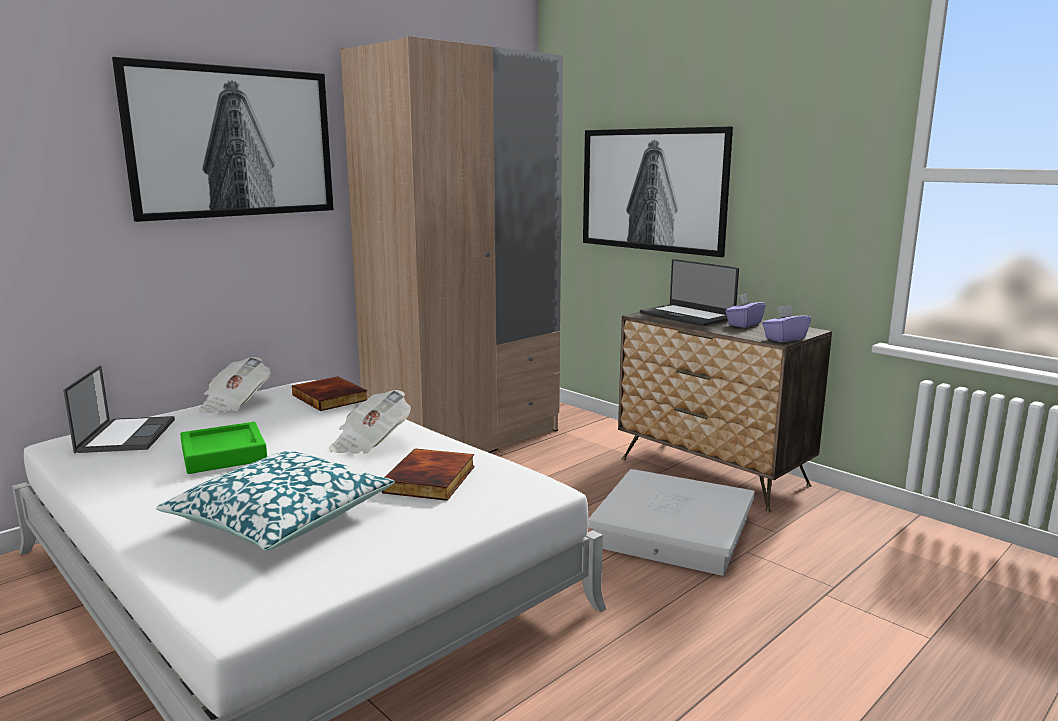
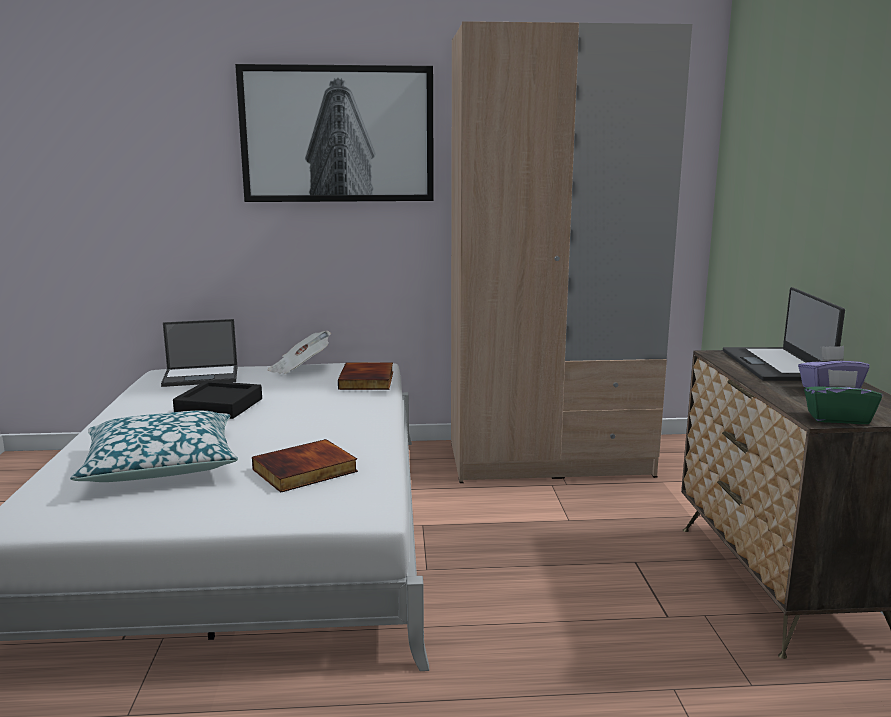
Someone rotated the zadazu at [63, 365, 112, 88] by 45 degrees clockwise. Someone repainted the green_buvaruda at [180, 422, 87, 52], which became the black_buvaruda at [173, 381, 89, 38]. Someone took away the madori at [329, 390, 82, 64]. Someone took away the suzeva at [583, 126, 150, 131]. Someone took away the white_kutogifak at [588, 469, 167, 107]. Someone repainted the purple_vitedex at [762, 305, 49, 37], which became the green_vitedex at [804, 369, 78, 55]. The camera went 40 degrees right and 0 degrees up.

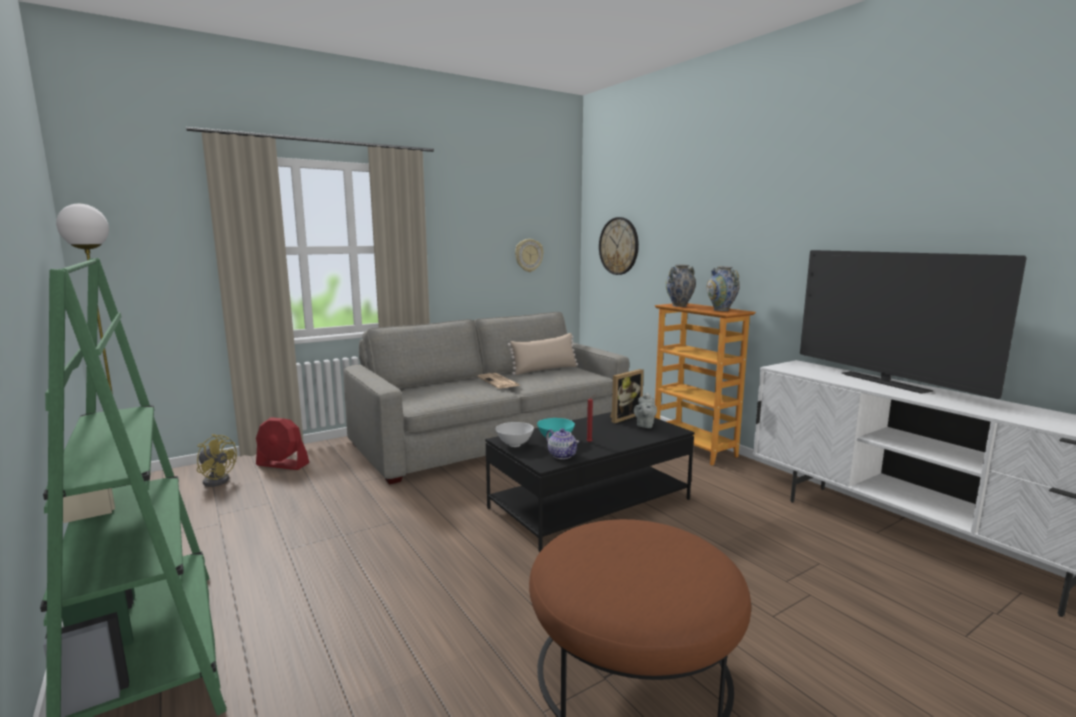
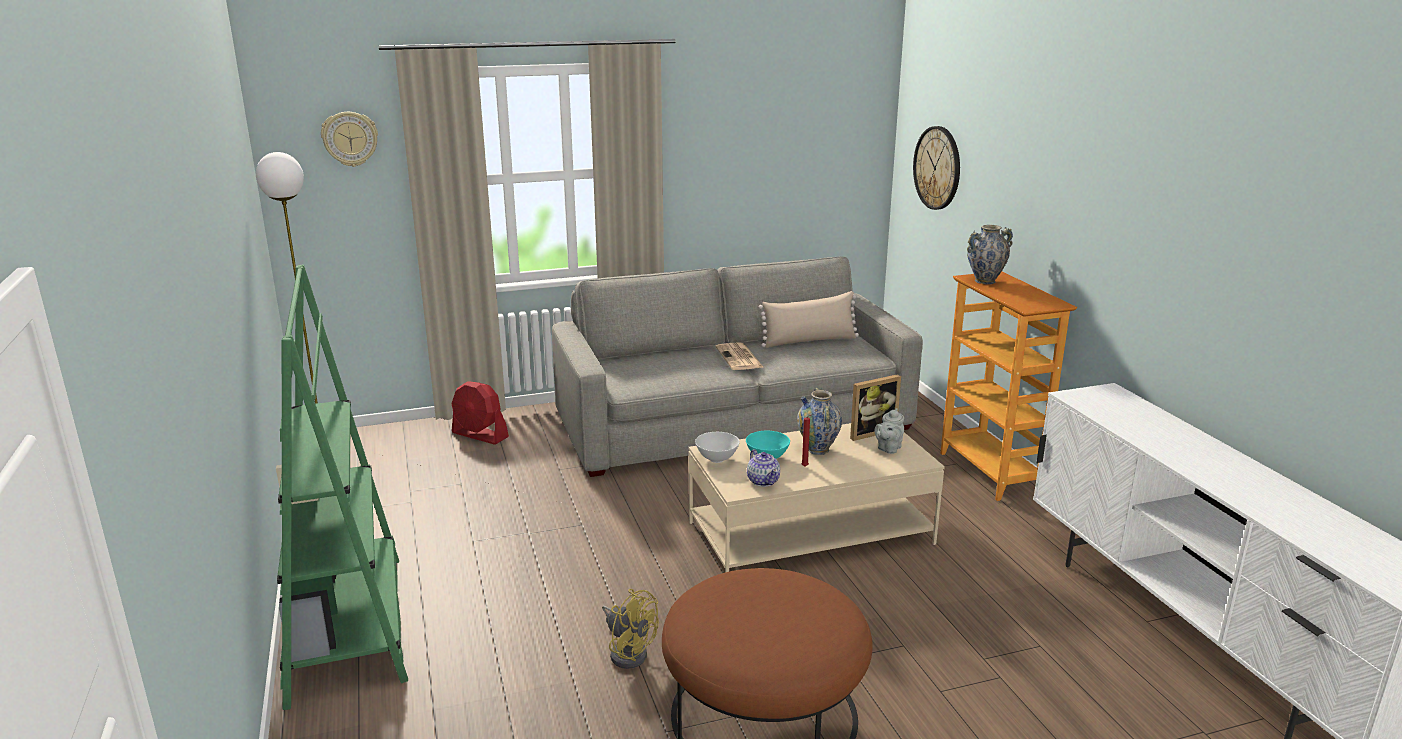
Someone carried the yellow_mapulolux from [197, 434, 40, 53] to [602, 589, 57, 80]. Someone repainted the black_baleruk at [486, 412, 208, 140], which became the beige_baleruk at [689, 423, 256, 149]. Someone carried the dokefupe from [515, 239, 28, 33] to [321, 112, 57, 55]. Someone carried the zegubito from [706, 266, 34, 45] to [797, 388, 45, 67]. Someone took away the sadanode at [800, 250, 227, 149]. The camera went 15 degrees right and 10 degrees up.

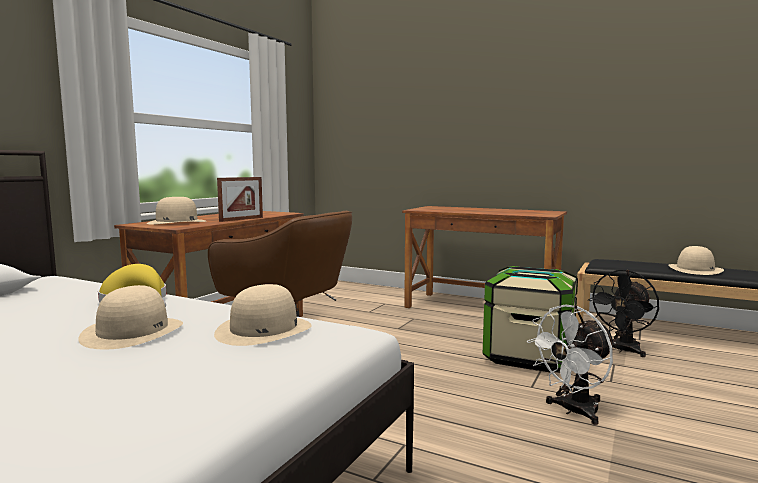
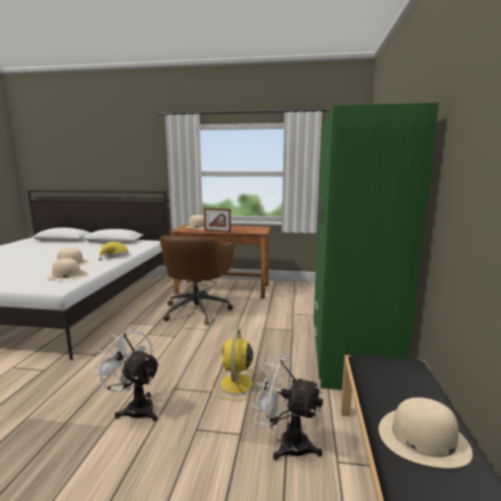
Someone swapped the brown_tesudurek at [402, 206, 165, 102] for the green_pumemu at [314, 103, 125, 287]. Someone swapped the kutogifak at [483, 266, 95, 107] for the yellow_mapulolux at [212, 329, 49, 72]. Someone repainted the black_mapulolux at [588, 270, 71, 87], which became the white_mapulolux at [252, 354, 71, 107]. The camera went 70 degrees right and 5 degrees up.

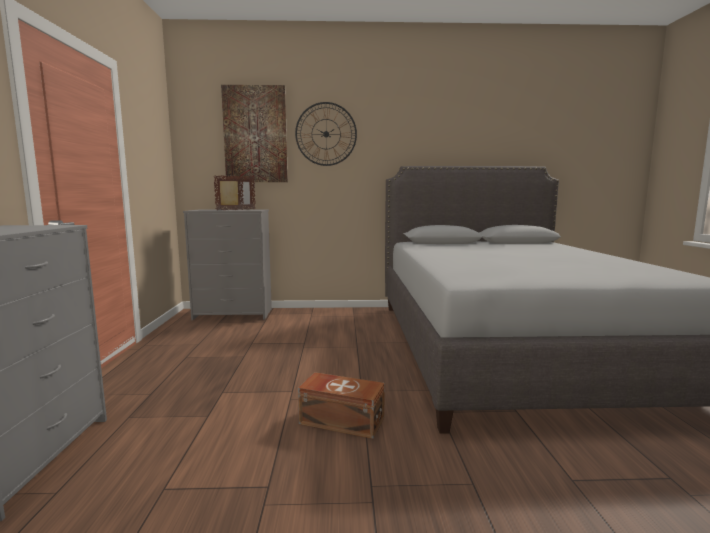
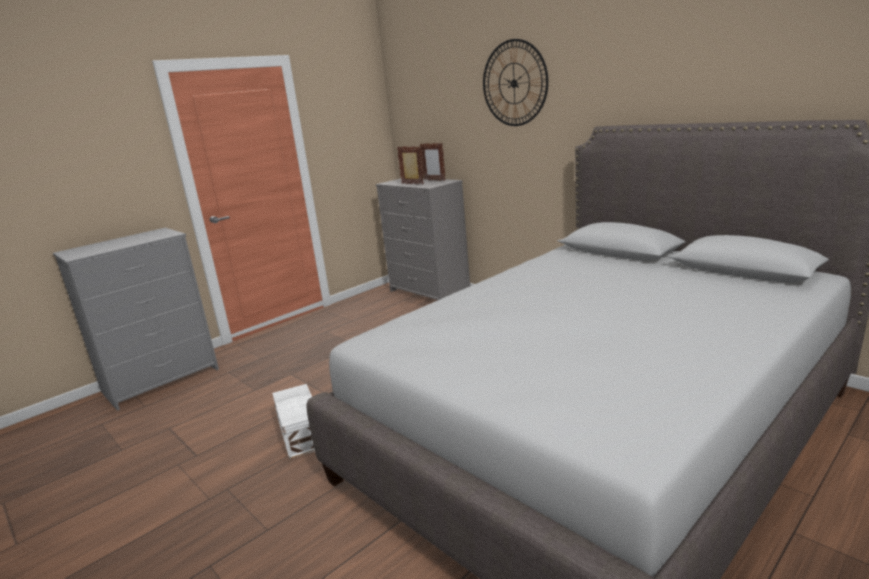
Someone took away the suzeva at [221, 85, 67, 97]. Someone repainted the brown_kutogifak at [298, 372, 87, 67], which became the white_kutogifak at [272, 384, 43, 75]. The camera went 50 degrees right and 10 degrees up.

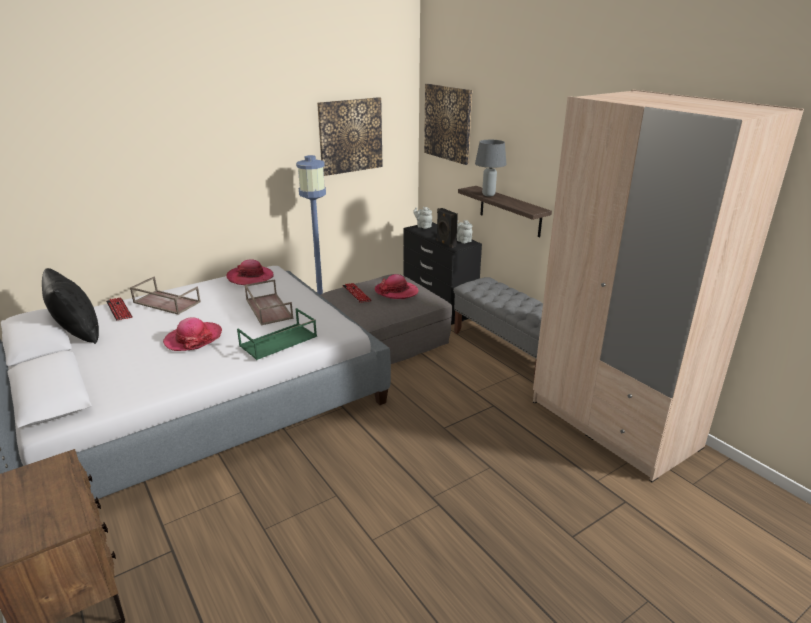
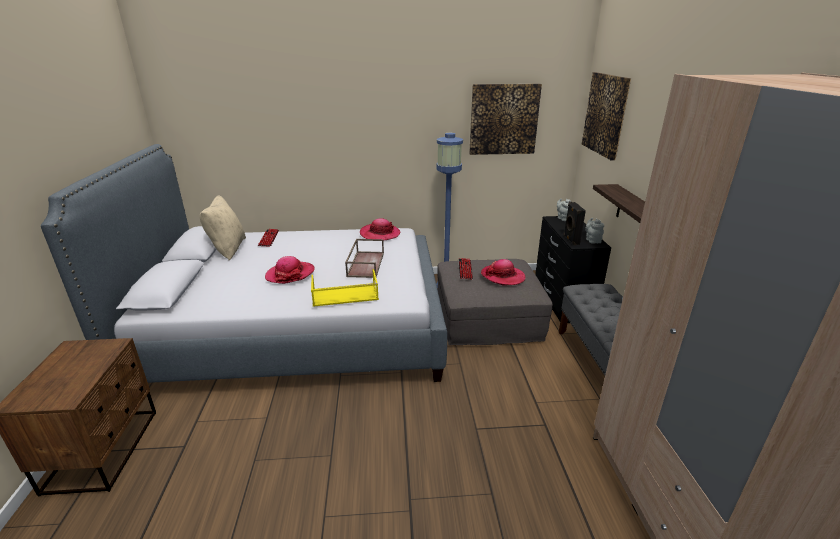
Someone repainted the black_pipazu at [42, 268, 57, 76], which became the beige_pipazu at [200, 196, 46, 64]. Someone took away the brown_buvaruda at [130, 277, 71, 38]. Someone repainted the green_buvaruda at [237, 308, 80, 52], which became the yellow_buvaruda at [311, 269, 68, 38]. Someone took away the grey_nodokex at [475, 140, 32, 57]. The camera went 30 degrees right and 0 degrees up.

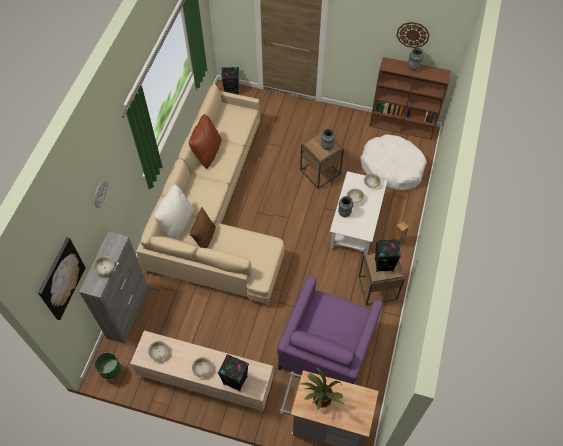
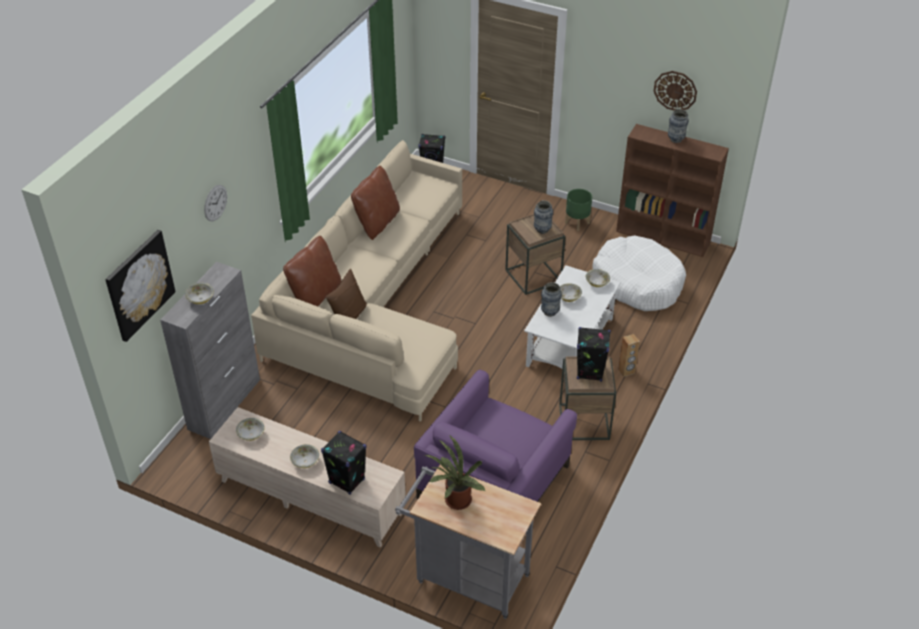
Someone carried the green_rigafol from [95, 352, 28, 31] to [565, 189, 27, 42]. Someone repainted the white_pipazu at [154, 184, 40, 55], which became the brown_pipazu at [283, 236, 58, 70]. The camera went 10 degrees right and 15 degrees down.

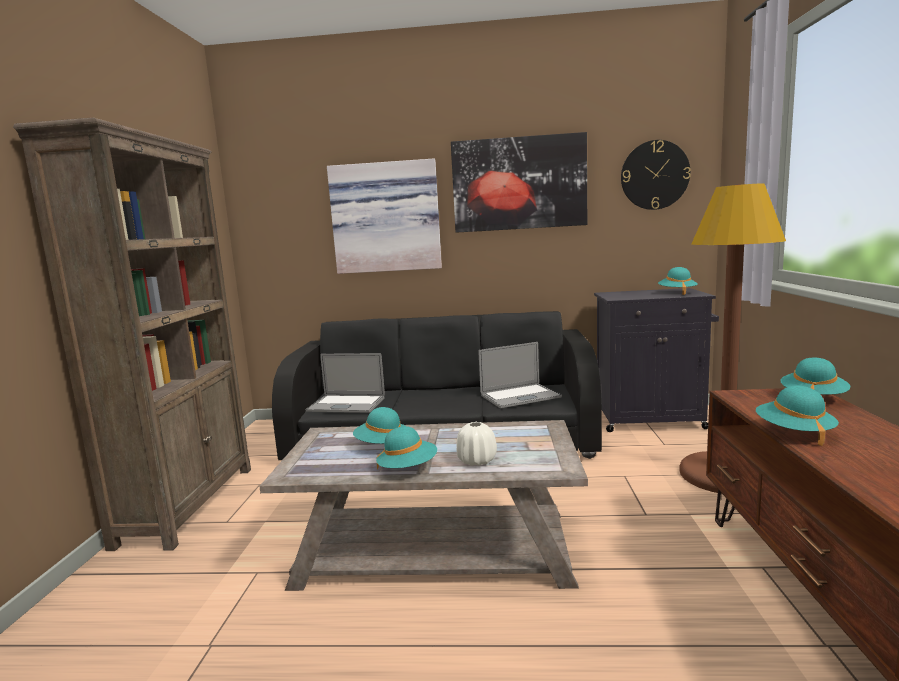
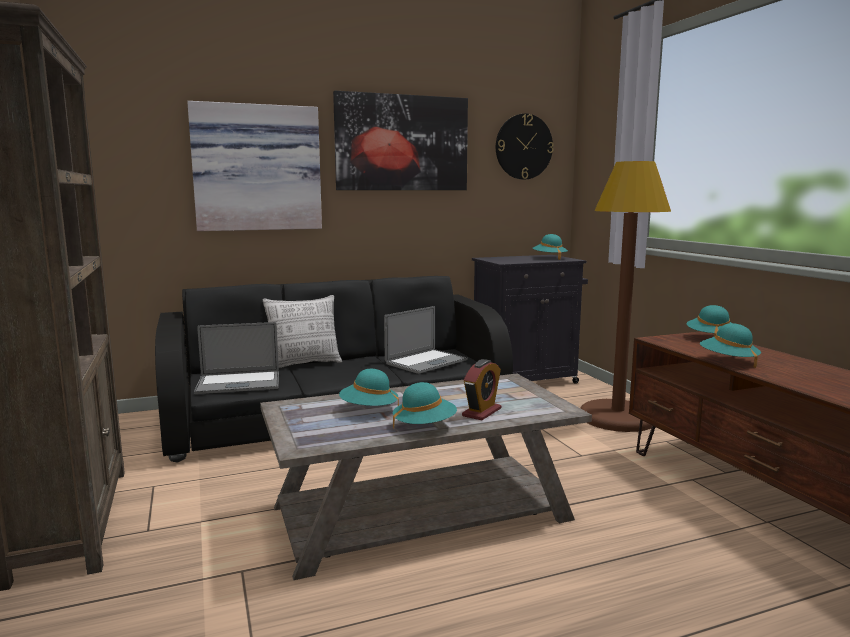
Someone swapped the white_zegubito at [457, 422, 40, 44] for the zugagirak at [462, 359, 39, 62]. Someone put down the pipazu at [263, 295, 79, 73]. The camera went 25 degrees left and 0 degrees up.

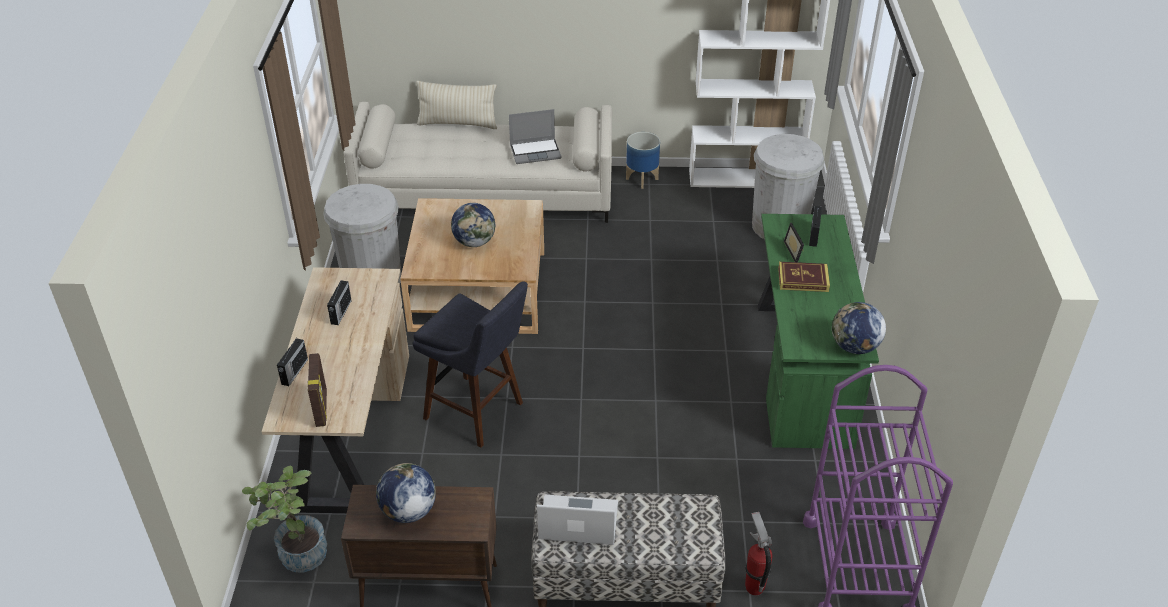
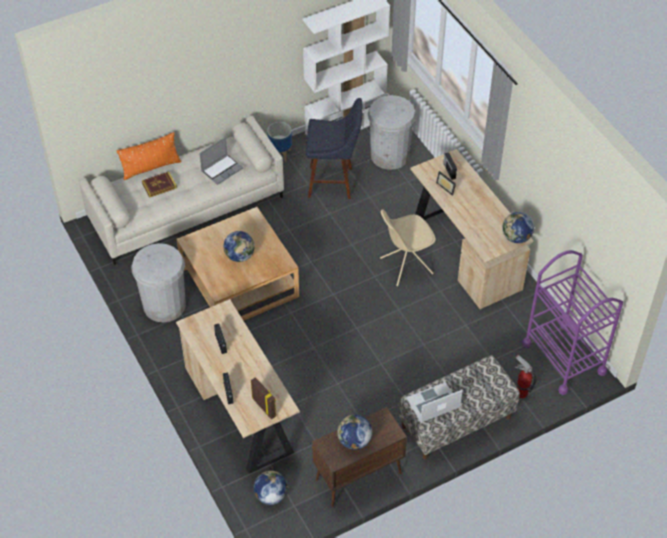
Someone swapped the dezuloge at [242, 466, 85, 106] for the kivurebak at [254, 470, 33, 35]. Someone carried the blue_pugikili from [413, 281, 115, 167] to [306, 98, 57, 101]. Someone repainted the beige_pipazu at [416, 81, 82, 48], which became the orange_pipazu at [117, 132, 64, 48]. Someone repainted the green_tesudurek at [758, 214, 121, 235], which became the beige_tesudurek at [410, 149, 123, 160]. Someone carried the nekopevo from [778, 262, 52, 30] to [142, 172, 35, 26]. Someone put down the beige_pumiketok at [380, 209, 56, 77]. The camera went 30 degrees left and 10 degrees up.

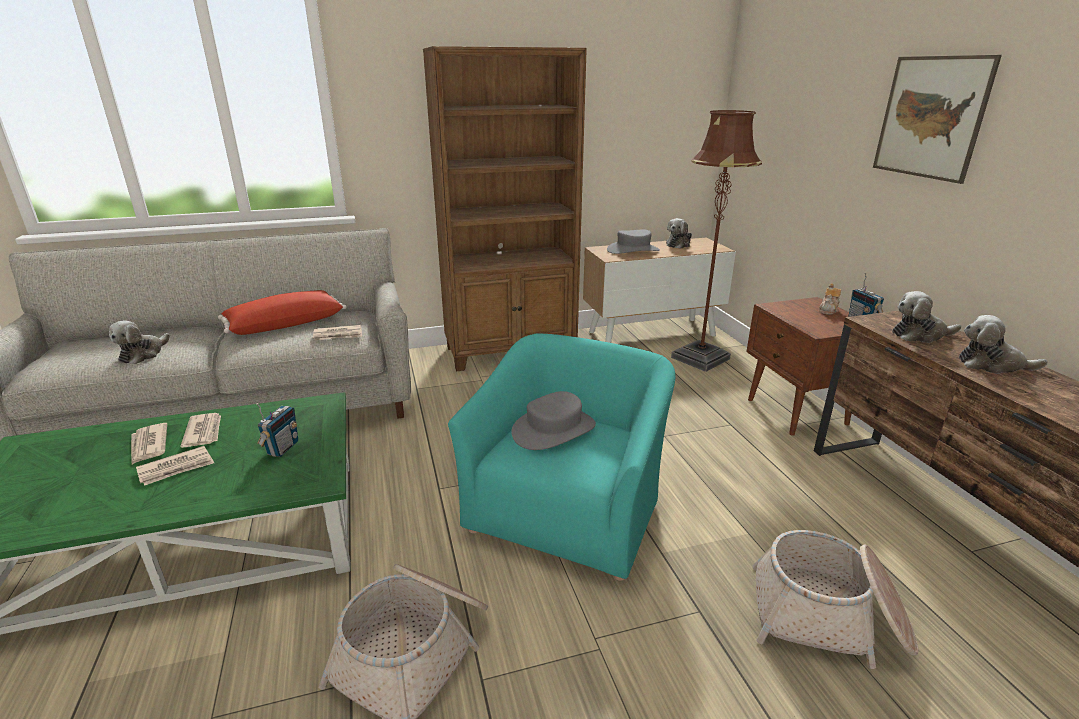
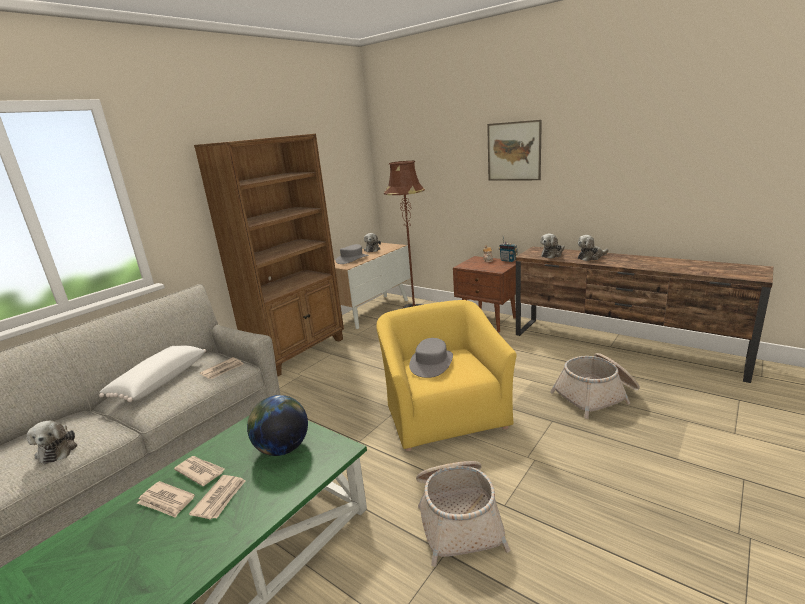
Someone repainted the red_pipazu at [218, 290, 129, 45], which became the white_pipazu at [99, 346, 107, 56]. Someone swapped the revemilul at [256, 403, 42, 54] for the kivurebak at [247, 395, 61, 61]. Someone repainted the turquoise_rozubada at [448, 333, 227, 248], which became the yellow_rozubada at [376, 300, 141, 151]. The camera went 35 degrees left and 5 degrees down.

